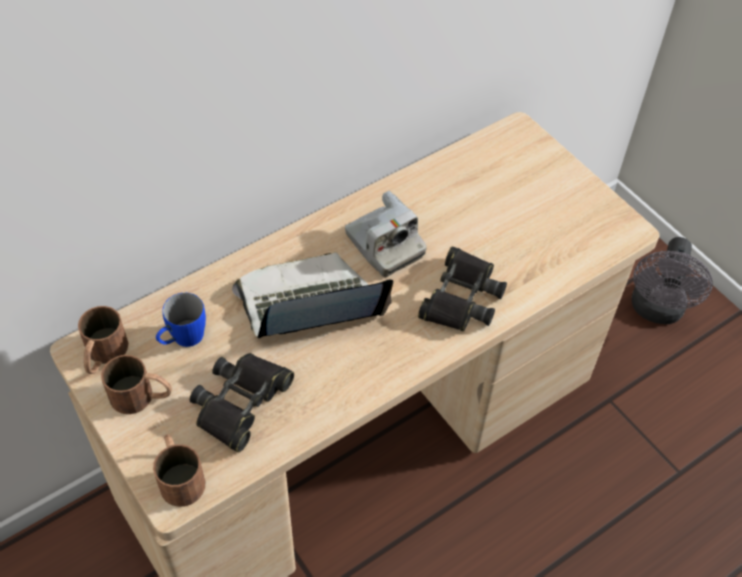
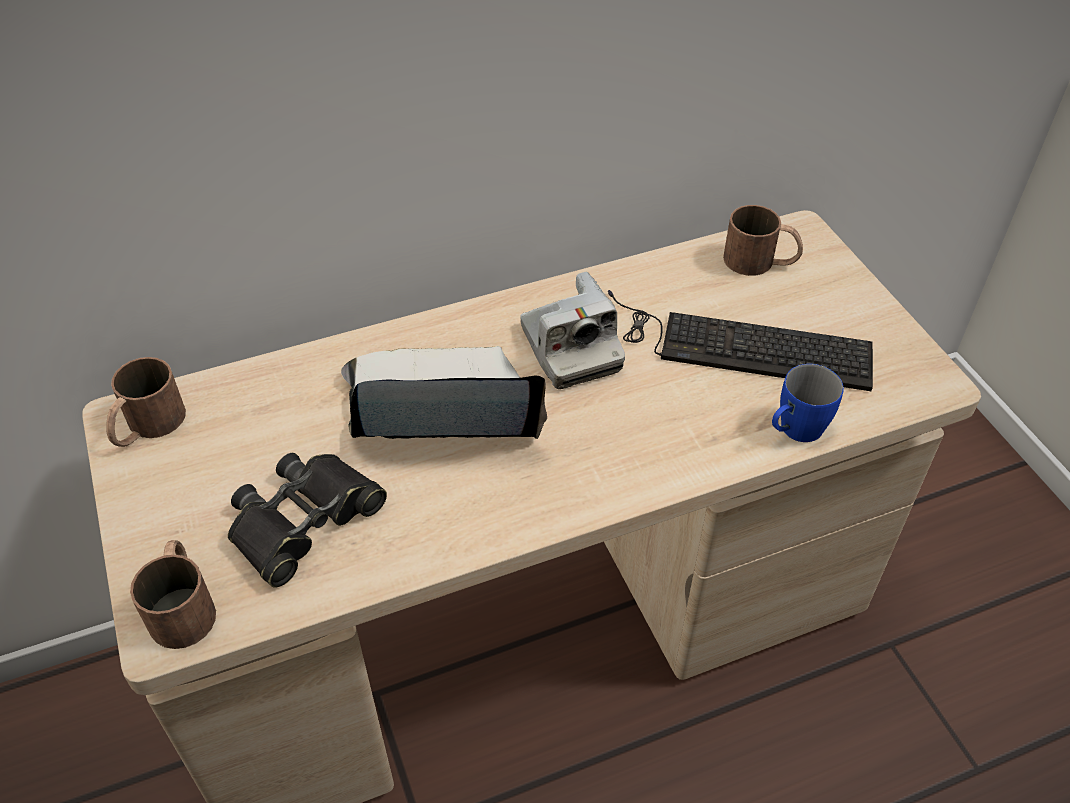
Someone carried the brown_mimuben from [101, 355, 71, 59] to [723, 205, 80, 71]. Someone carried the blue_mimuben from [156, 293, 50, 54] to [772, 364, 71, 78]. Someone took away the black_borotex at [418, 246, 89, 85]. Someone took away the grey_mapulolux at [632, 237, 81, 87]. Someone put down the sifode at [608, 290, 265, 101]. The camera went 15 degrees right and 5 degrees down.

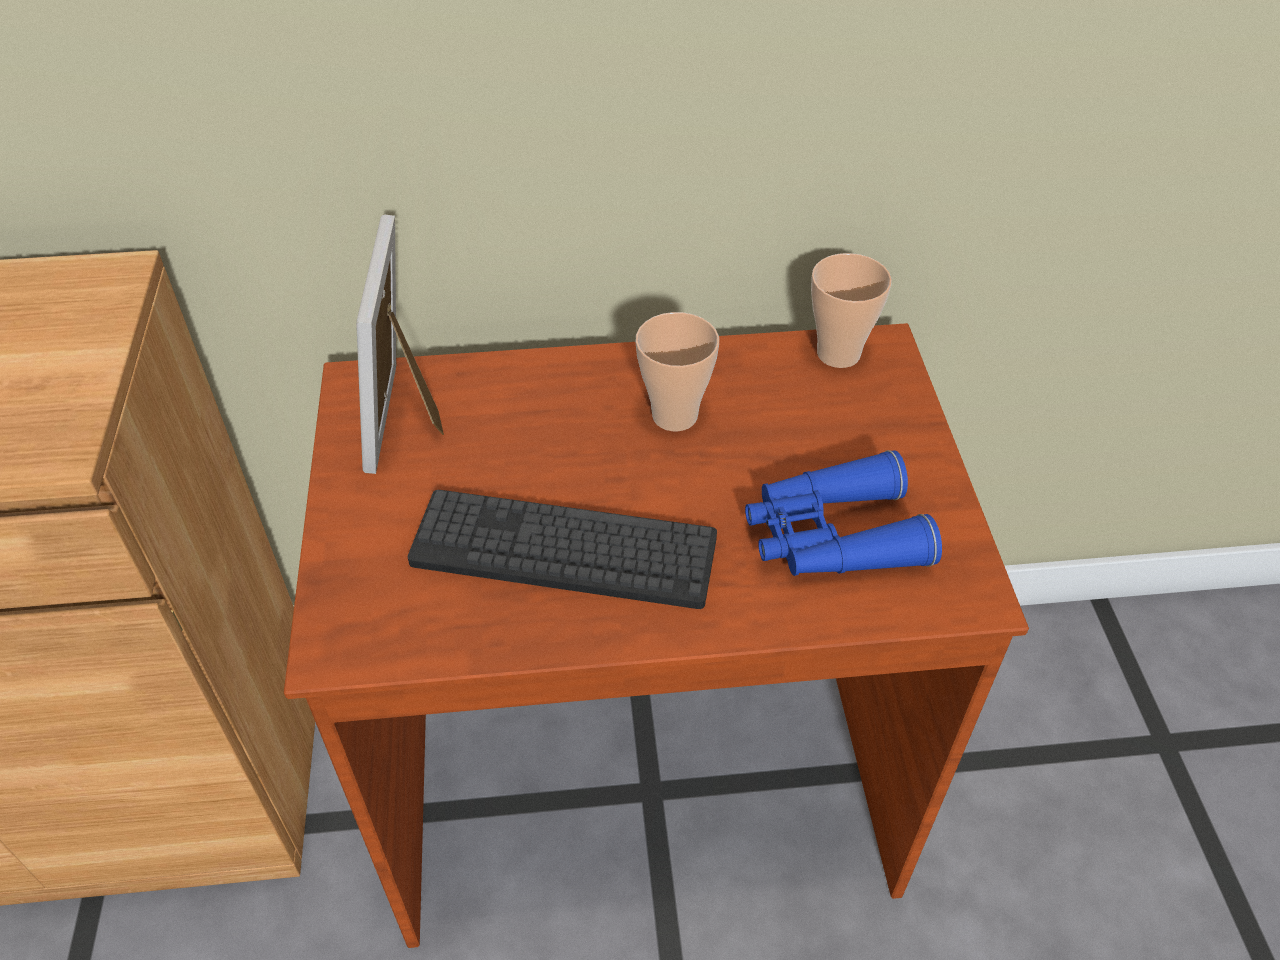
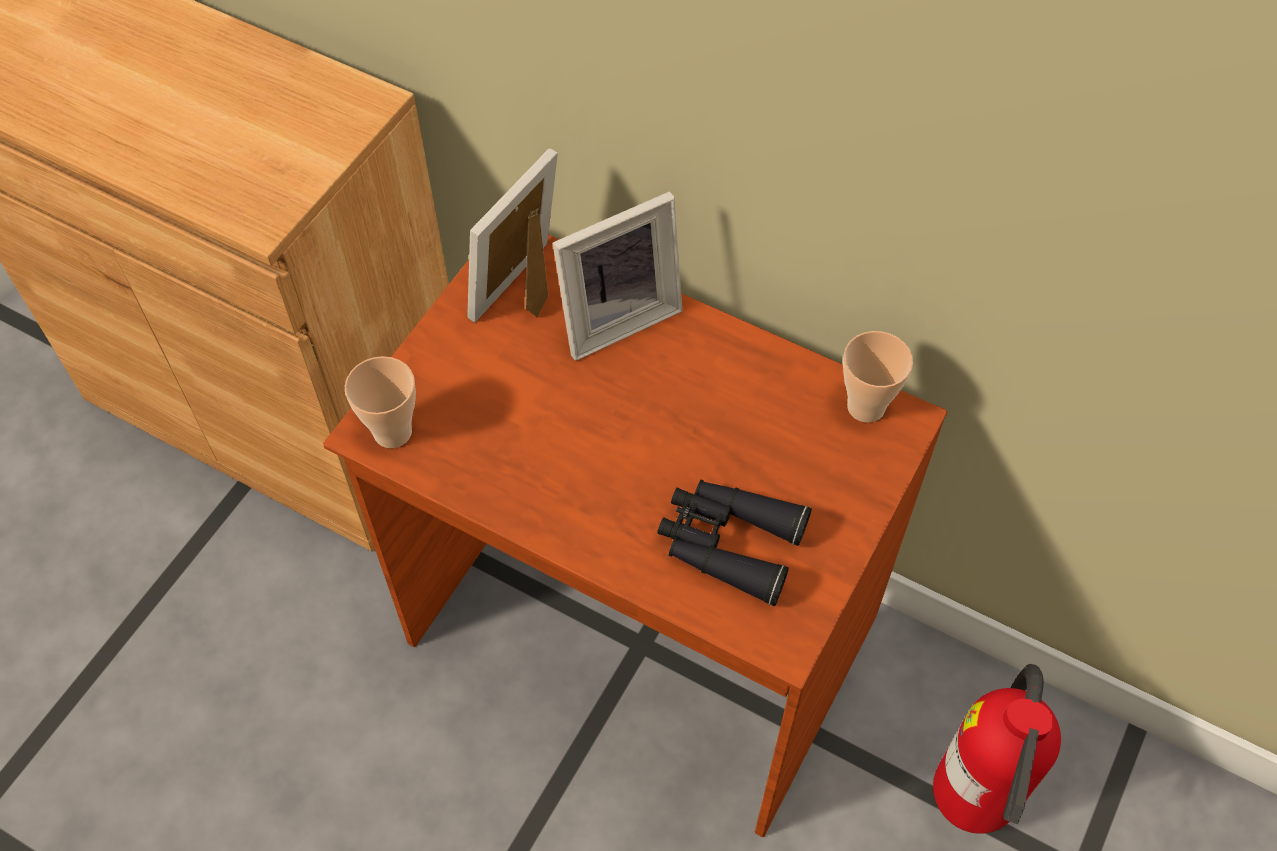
Someone took away the sifode at [408, 490, 309, 119]. Someone carried the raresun from [636, 312, 83, 119] to [345, 356, 71, 92]. Someone repainted the blue_borotex at [745, 450, 197, 126], which became the black_borotex at [657, 480, 155, 126]. Someone put down the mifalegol at [553, 191, 129, 170]. Someone put down the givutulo at [933, 664, 128, 170]. The camera went 35 degrees right and 10 degrees up.

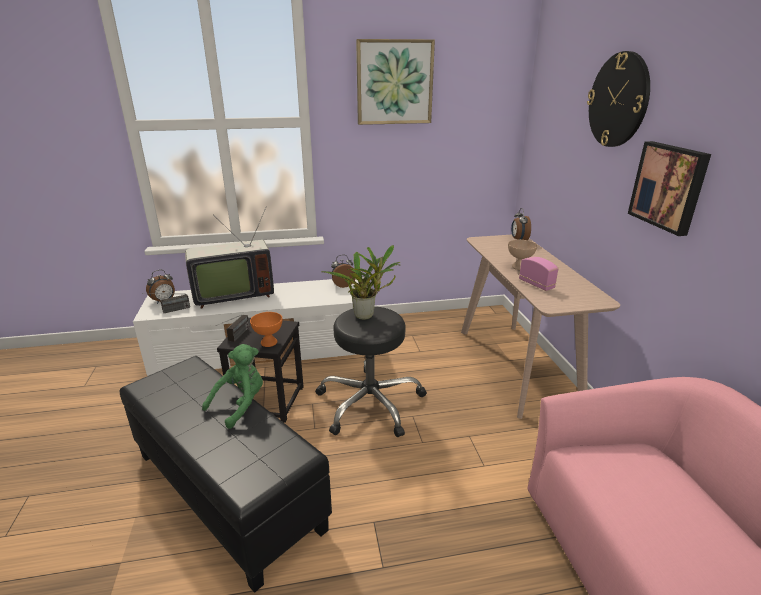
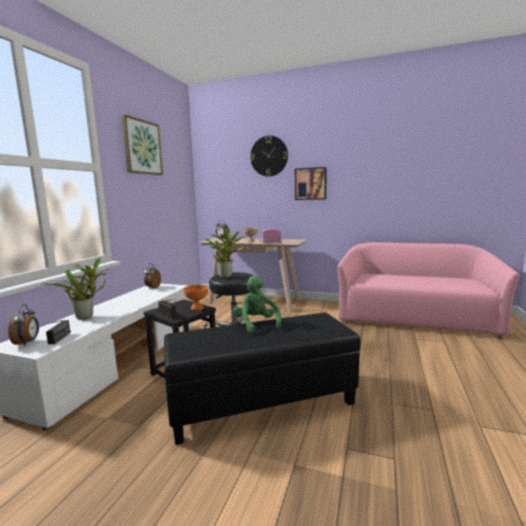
Someone swapped the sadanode at [185, 206, 89, 103] for the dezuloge at [41, 257, 66, 63]. The camera went 60 degrees left and 15 degrees down.

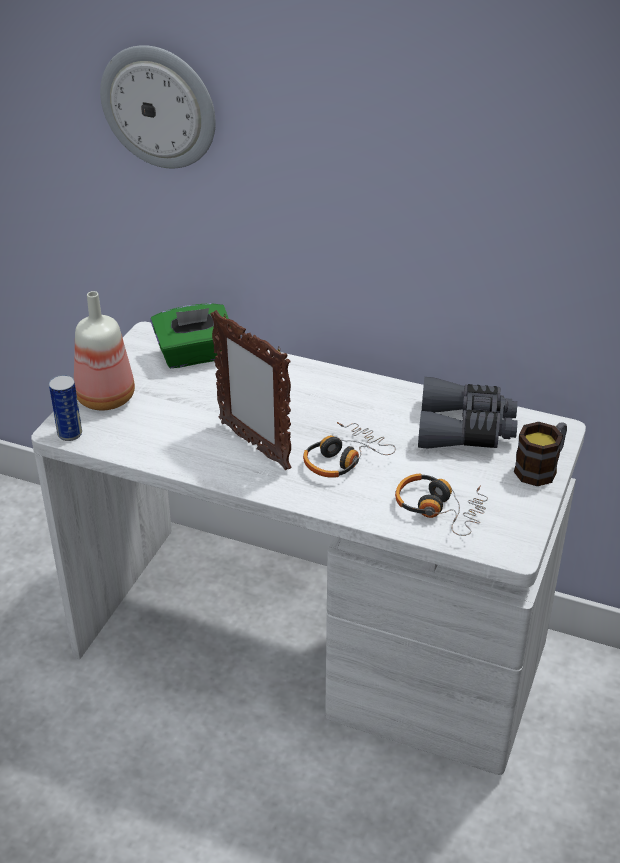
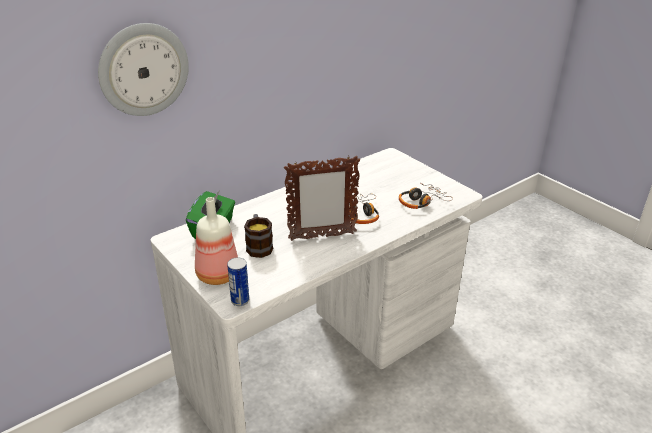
Someone took away the grey_borotex at [418, 377, 99, 72]. Someone carried the mimuben from [514, 422, 53, 64] to [244, 214, 29, 44]. The camera went 60 degrees left and 5 degrees down.

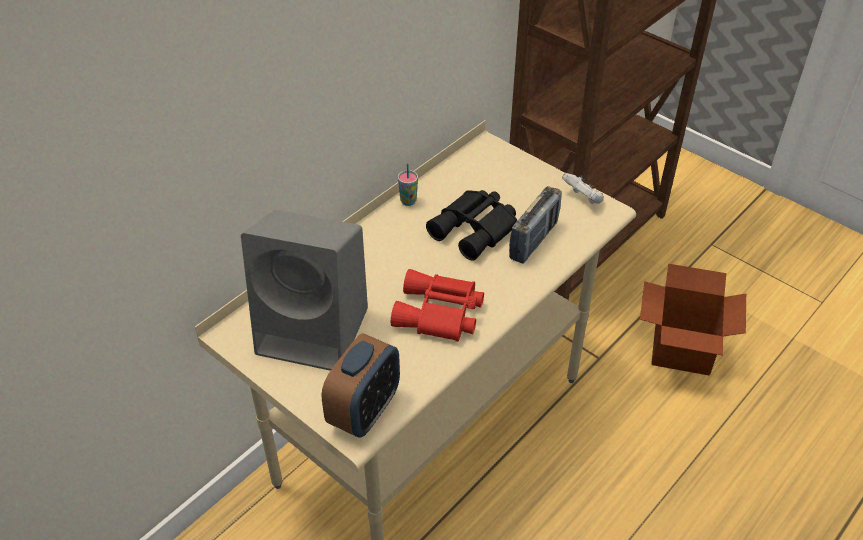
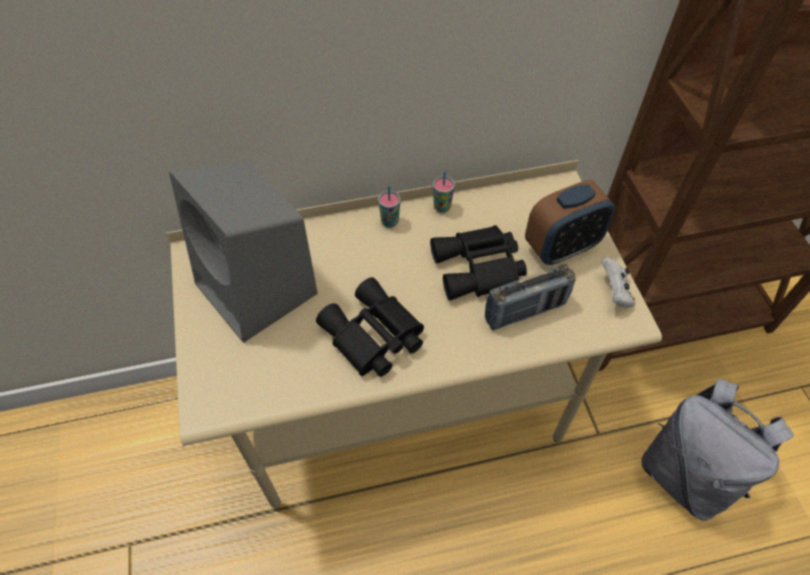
Someone carried the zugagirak from [322, 333, 78, 105] to [525, 180, 90, 85]. Someone repainted the red_borotex at [391, 269, 93, 73], which became the black_borotex at [316, 277, 108, 100]. Someone swapped the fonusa at [640, 264, 106, 111] for the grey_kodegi at [642, 378, 152, 143]. Someone put down the raresun at [378, 186, 22, 42]. The camera went 35 degrees right and 10 degrees up.

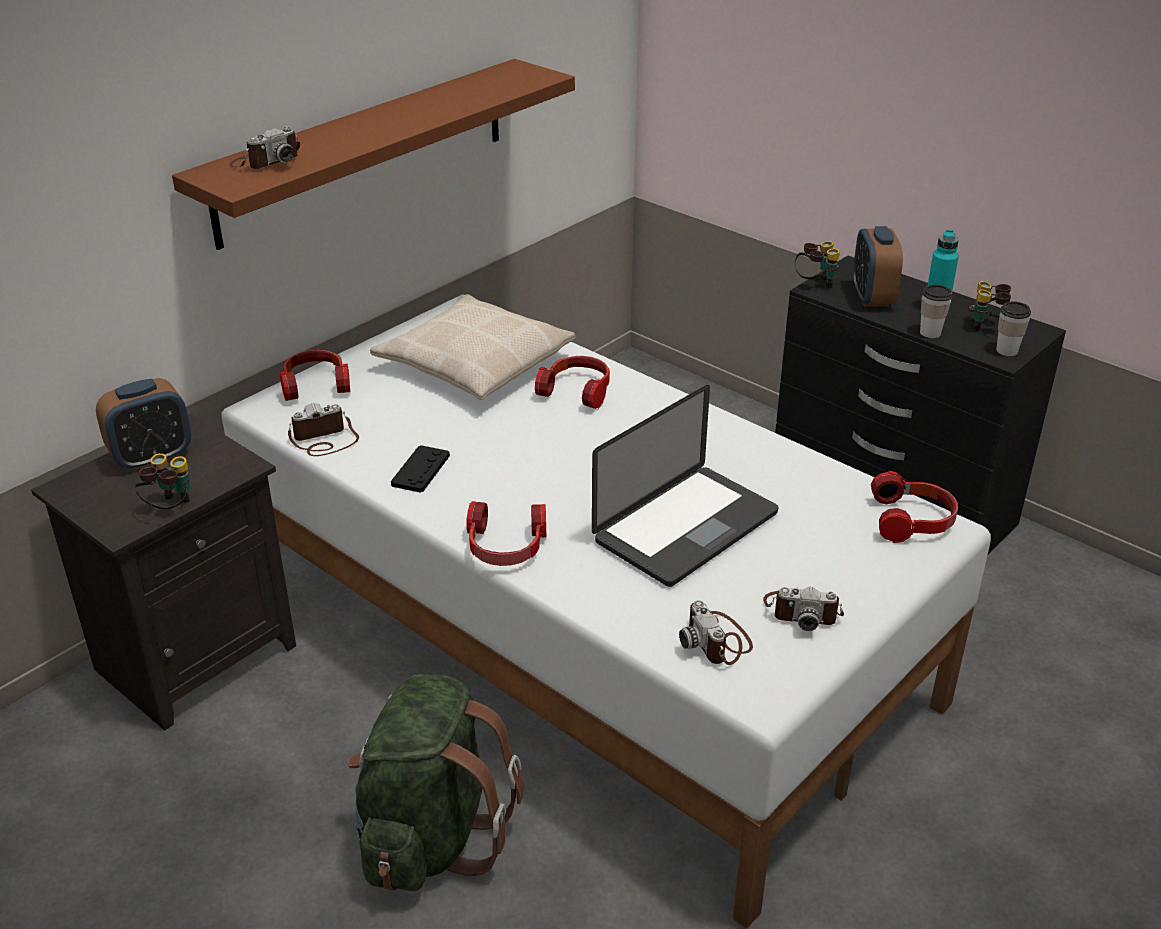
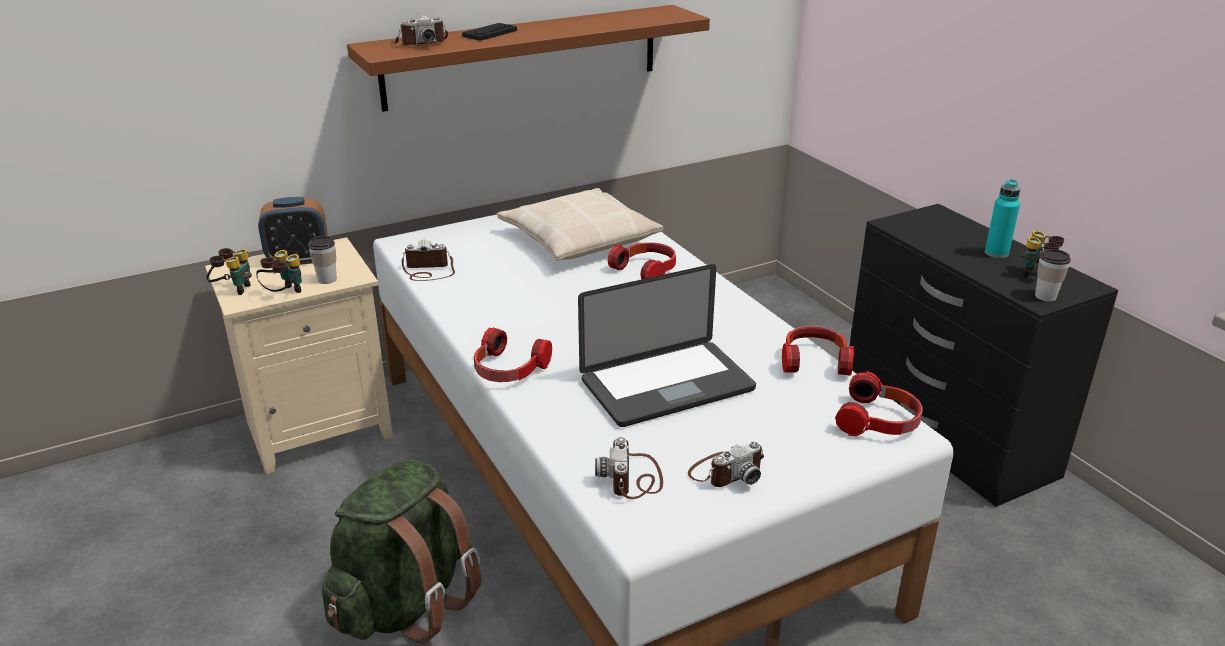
Someone repainted the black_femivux at [31, 414, 265, 317], which became the beige_femivux at [205, 237, 188, 237]. Someone carried the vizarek from [280, 350, 70, 51] to [782, 326, 72, 50]. Someone carried the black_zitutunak from [391, 445, 59, 48] to [462, 23, 55, 18]. Someone rotated the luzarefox at [763, 587, 81, 44] by 60 degrees counterclockwise. Someone carried the borotex from [795, 241, 45, 47] to [206, 248, 46, 47]. Someone took away the zugagirak at [853, 226, 50, 81]. Someone carried the raresun from [920, 285, 33, 53] to [308, 236, 29, 48]. The camera went 20 degrees right and 5 degrees down.

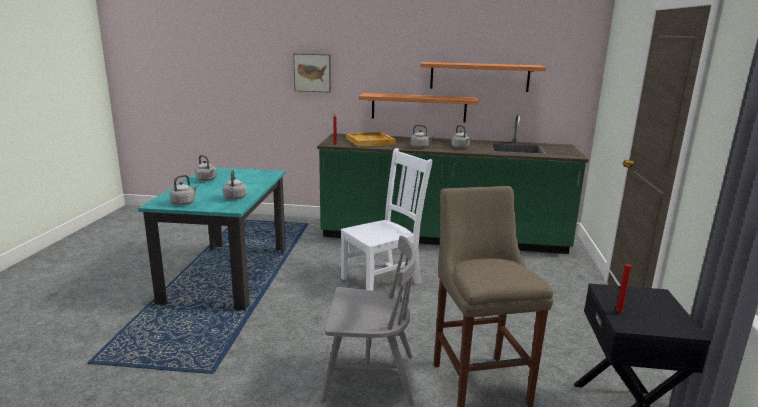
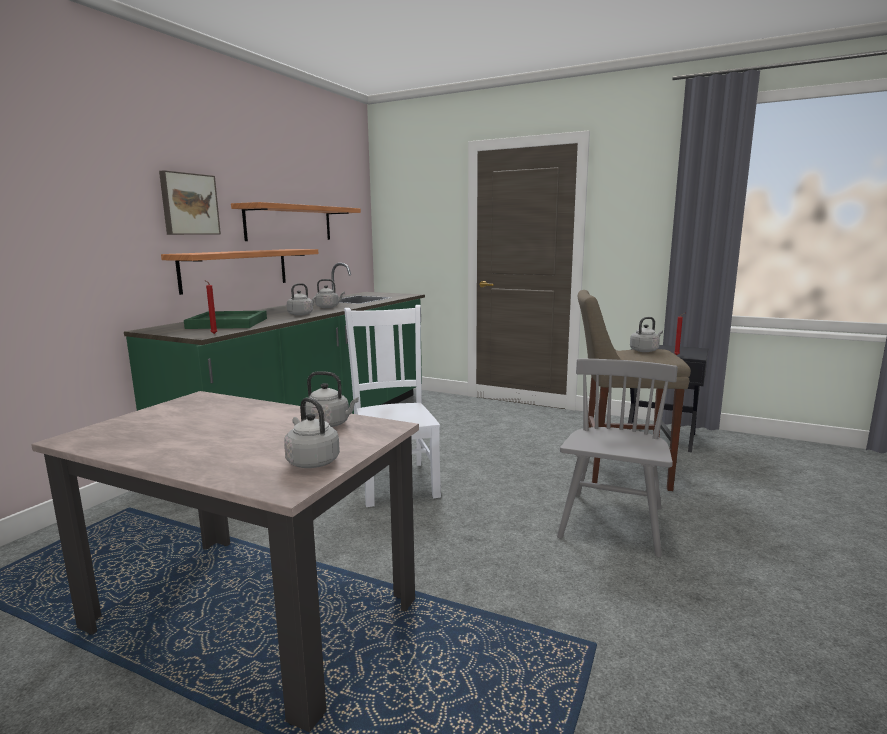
Someone repainted the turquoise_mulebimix at [138, 167, 148, 143], which became the beige_mulebimix at [31, 391, 388, 341]. Someone carried the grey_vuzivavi from [195, 155, 22, 26] to [630, 317, 33, 35]. Someone carried the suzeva from [293, 53, 38, 40] to [159, 170, 62, 65]. Someone repainted the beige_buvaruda at [346, 132, 50, 15], which became the green_buvaruda at [184, 311, 83, 18]. The camera went 70 degrees left and 5 degrees down.

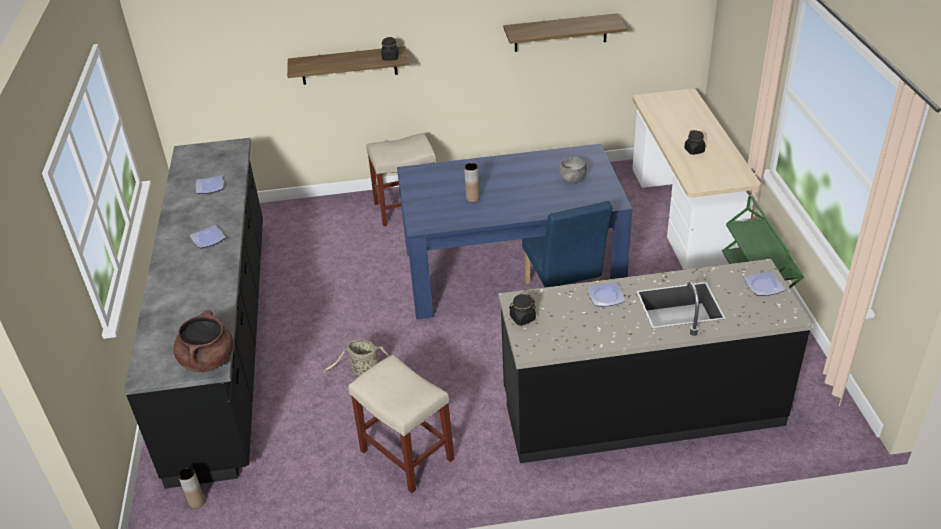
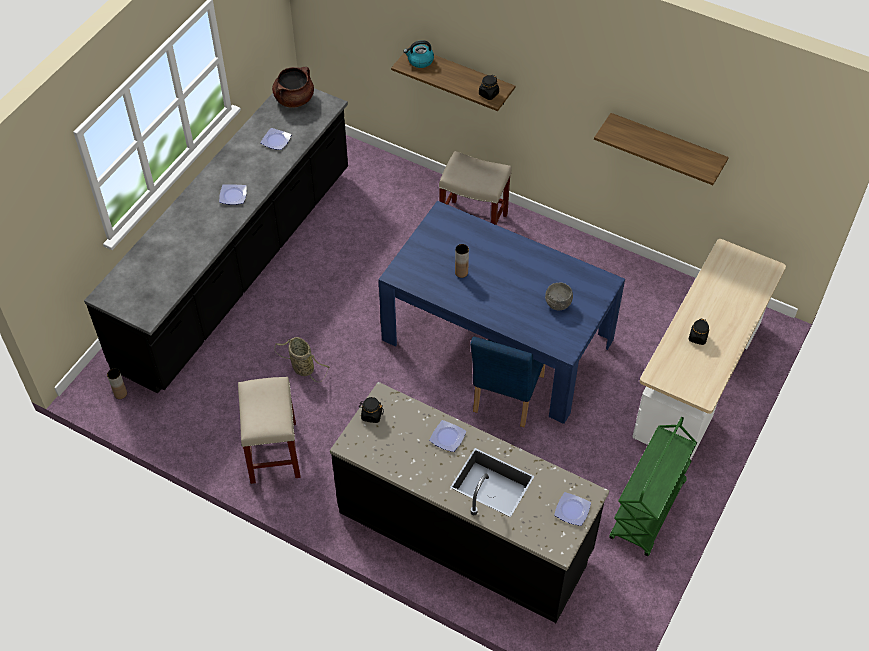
Someone carried the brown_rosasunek from [173, 310, 60, 62] to [272, 67, 42, 41]. Someone put down the vuzivavi at [404, 40, 30, 28]. The camera went 35 degrees right and 15 degrees up.

